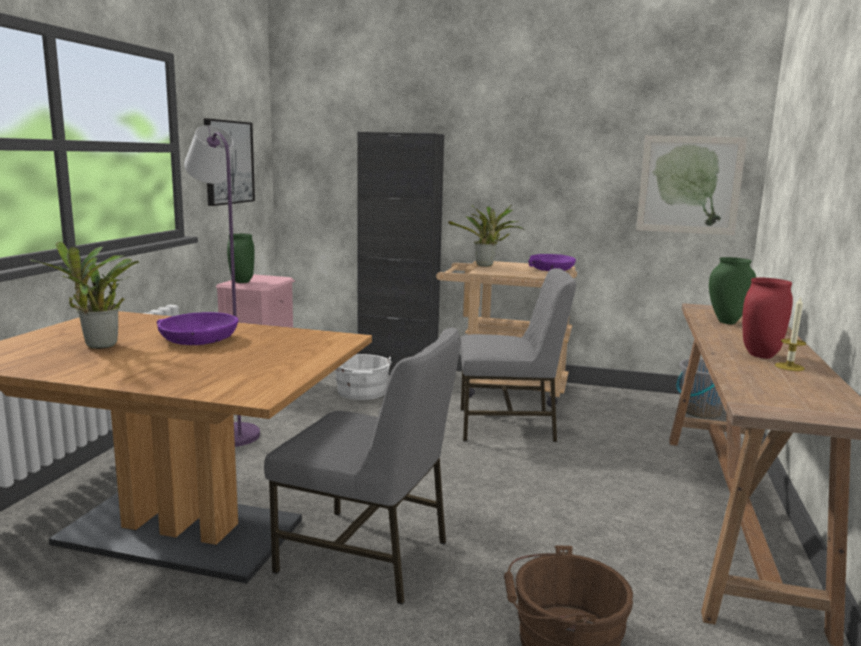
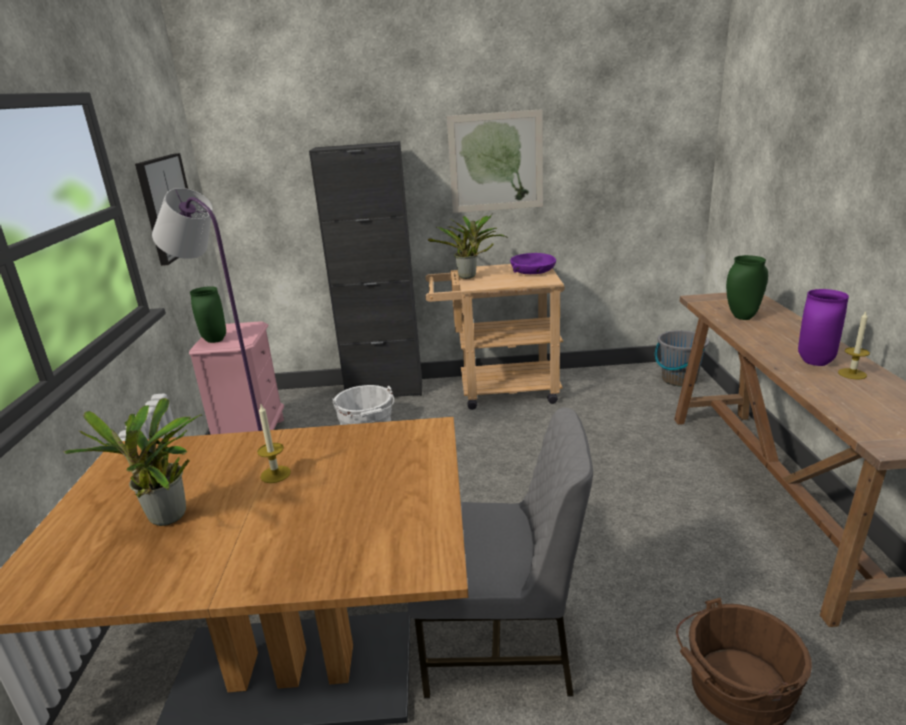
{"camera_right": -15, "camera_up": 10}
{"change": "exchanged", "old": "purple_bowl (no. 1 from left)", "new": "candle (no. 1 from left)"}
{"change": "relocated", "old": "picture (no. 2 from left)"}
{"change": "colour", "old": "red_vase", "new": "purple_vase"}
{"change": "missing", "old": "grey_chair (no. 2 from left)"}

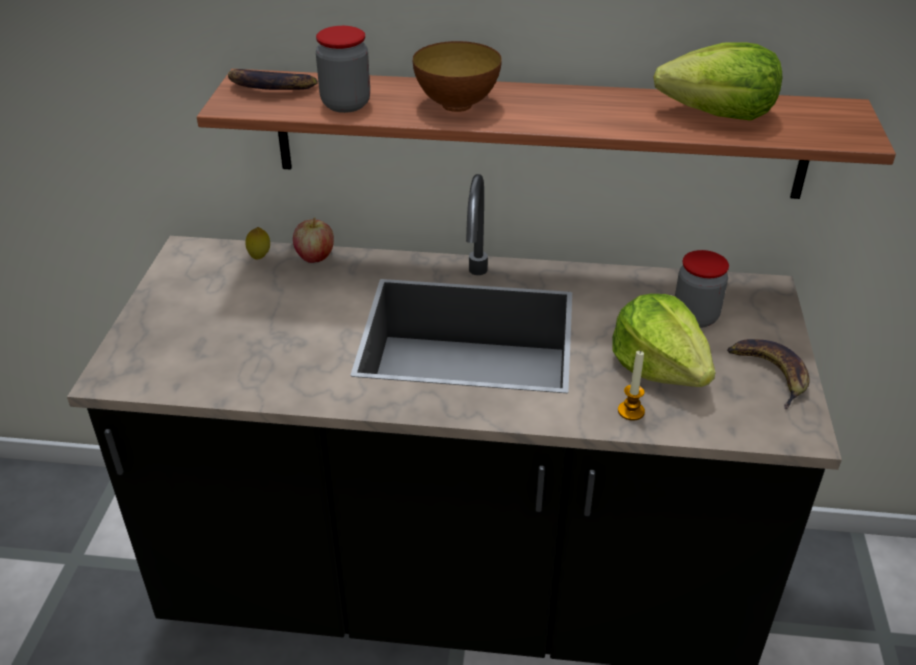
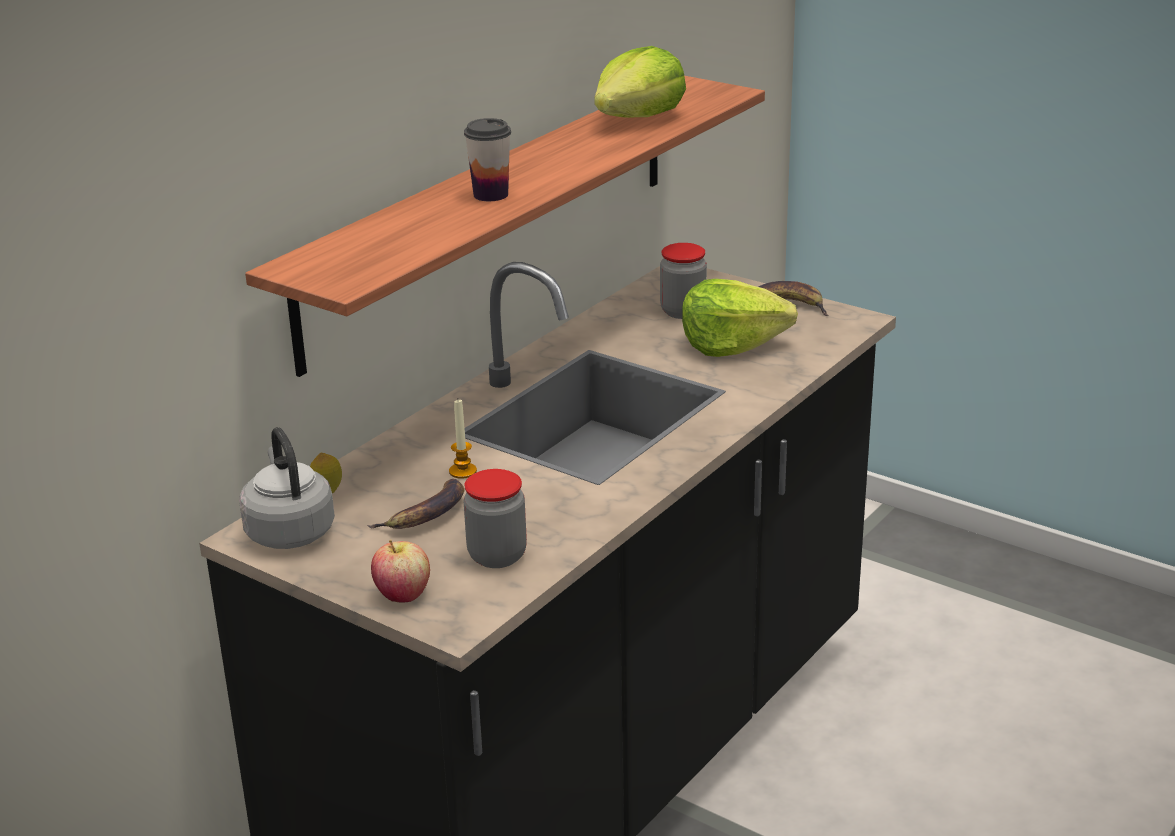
{"camera_right": -60, "camera_up": -10}
{"change": "appeared", "new": "grey_kettle"}
{"change": "relocated", "old": "banana (no. 1 from left)"}
{"change": "relocated", "old": "apple"}
{"change": "relocated", "old": "candle"}
{"change": "relocated", "old": "jar (no. 1 from left)"}
{"change": "exchanged", "old": "bowl", "new": "cup"}

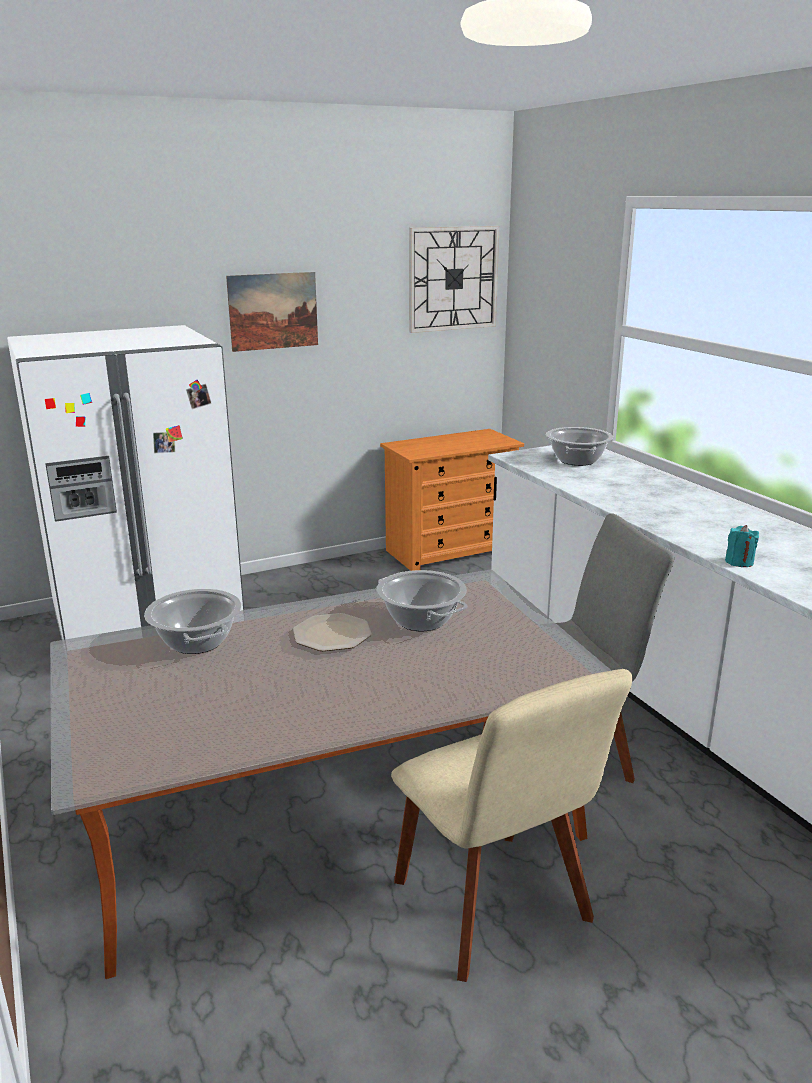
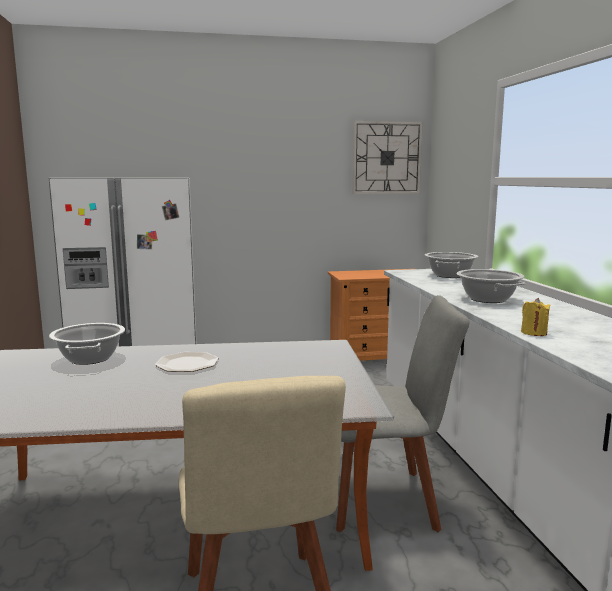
{"camera_right": 15, "camera_up": -10}
{"change": "relocated", "old": "cooking_pot (no. 2 from left in the first image)", "new": "cooking_pot (no. 3 from left)"}
{"change": "colour", "old": "turquoise_candle", "new": "yellow_candle"}
{"change": "missing", "old": "picture"}

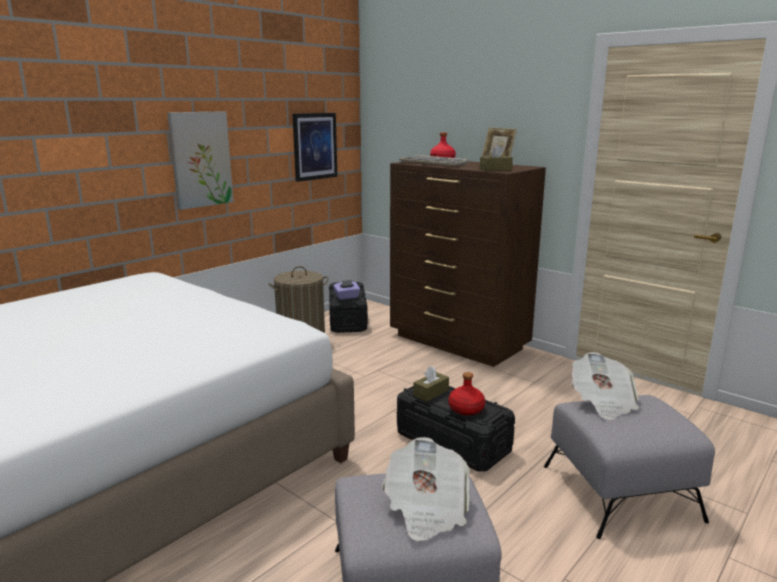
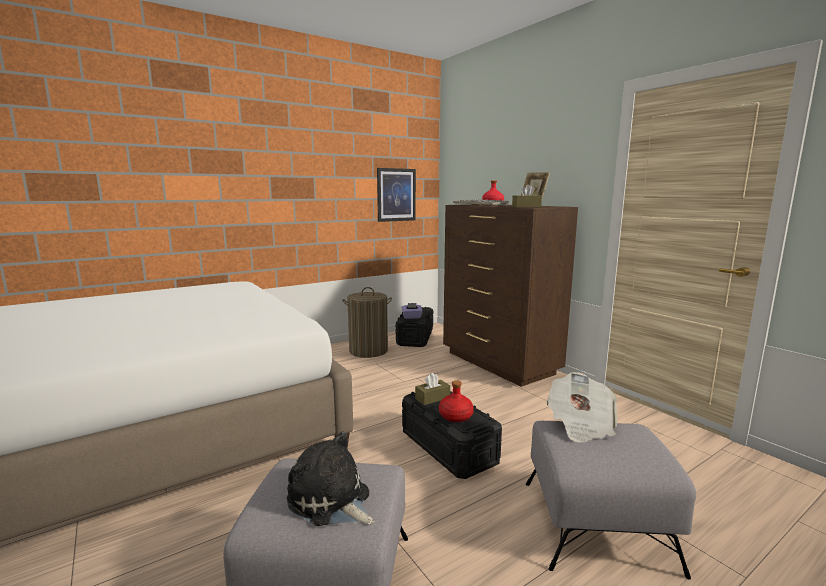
{"camera_right": 15, "camera_up": -5}
{"change": "exchanged", "old": "newspaper (no. 1 from left)", "new": "plush_toy"}
{"change": "missing", "old": "picture (no. 1 from left)"}

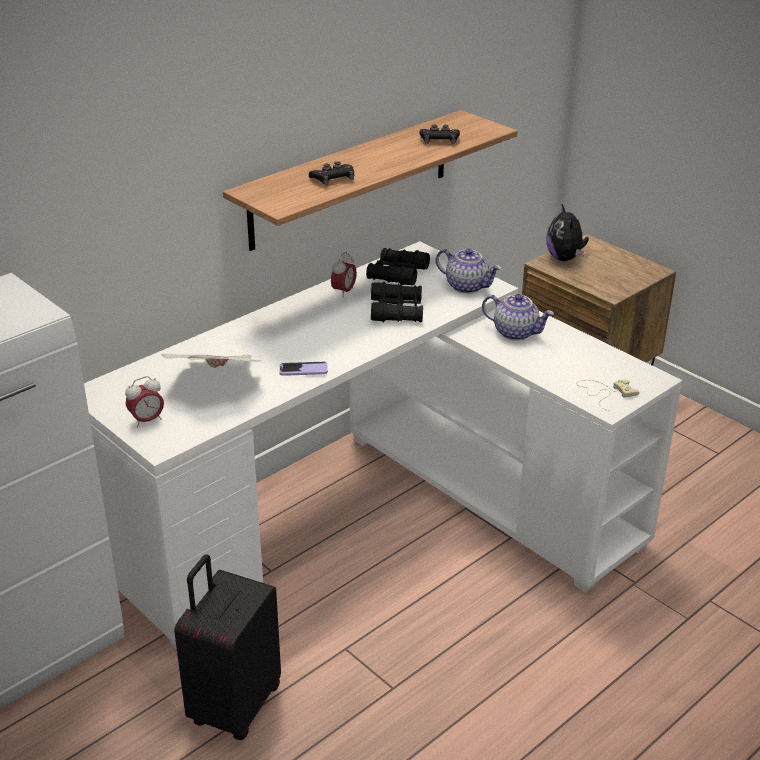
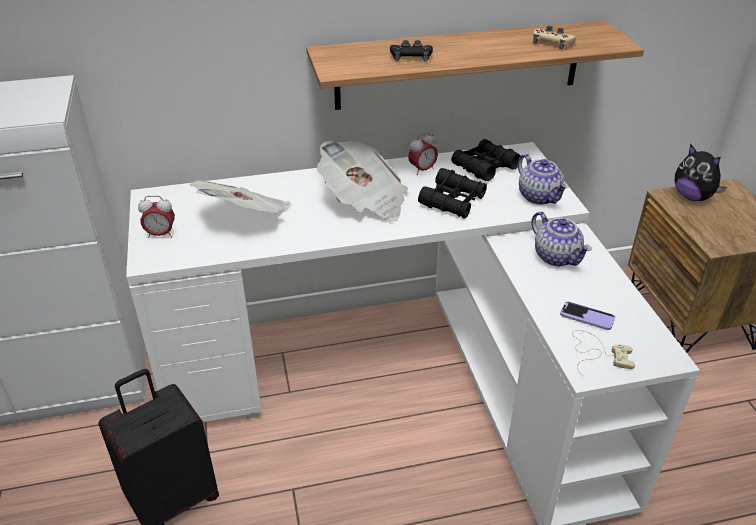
{"camera_right": 30, "camera_up": 5}
{"change": "appeared", "new": "newspaper (no. 2 from left)"}
{"change": "colour", "old": "black_game_controller (no. 2 from left)", "new": "beige_game_controller (no. 1 from left)"}
{"change": "relocated", "old": "phone"}
{"change": "spun", "old": "plush_toy", "degrees": -60}

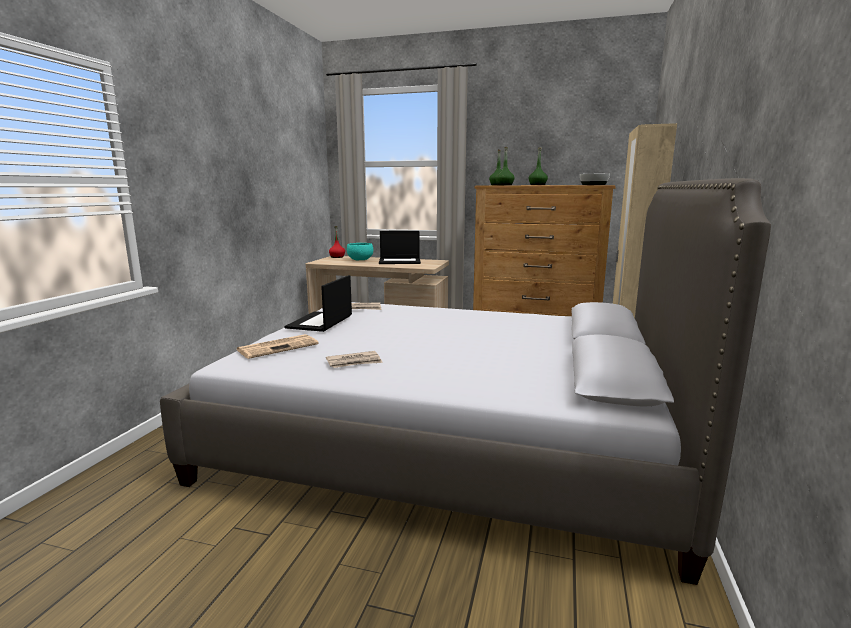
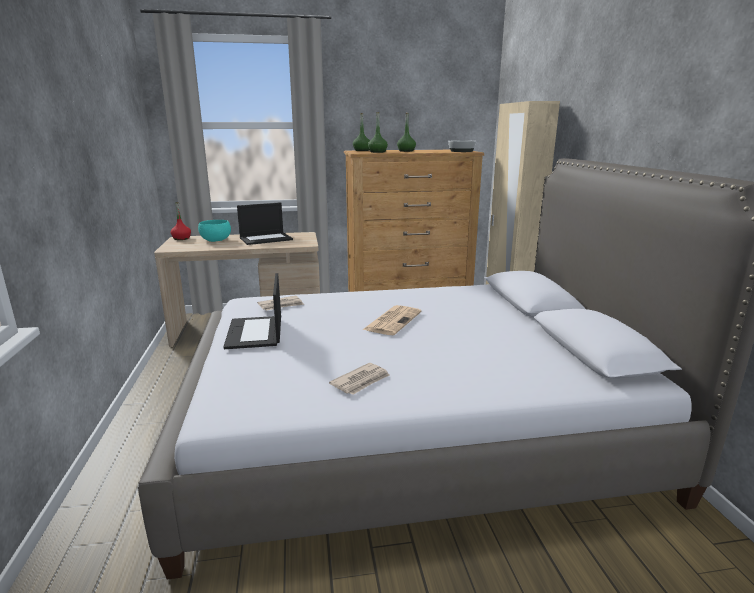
{"camera_right": -25, "camera_up": 5}
{"change": "relocated", "old": "newspaper (no. 1 from left in the first image)", "new": "newspaper (no. 3 from left)"}

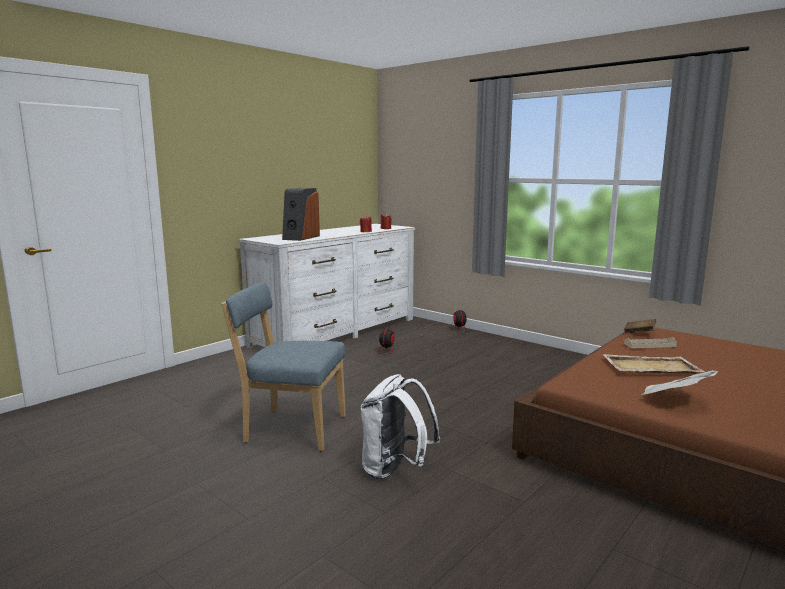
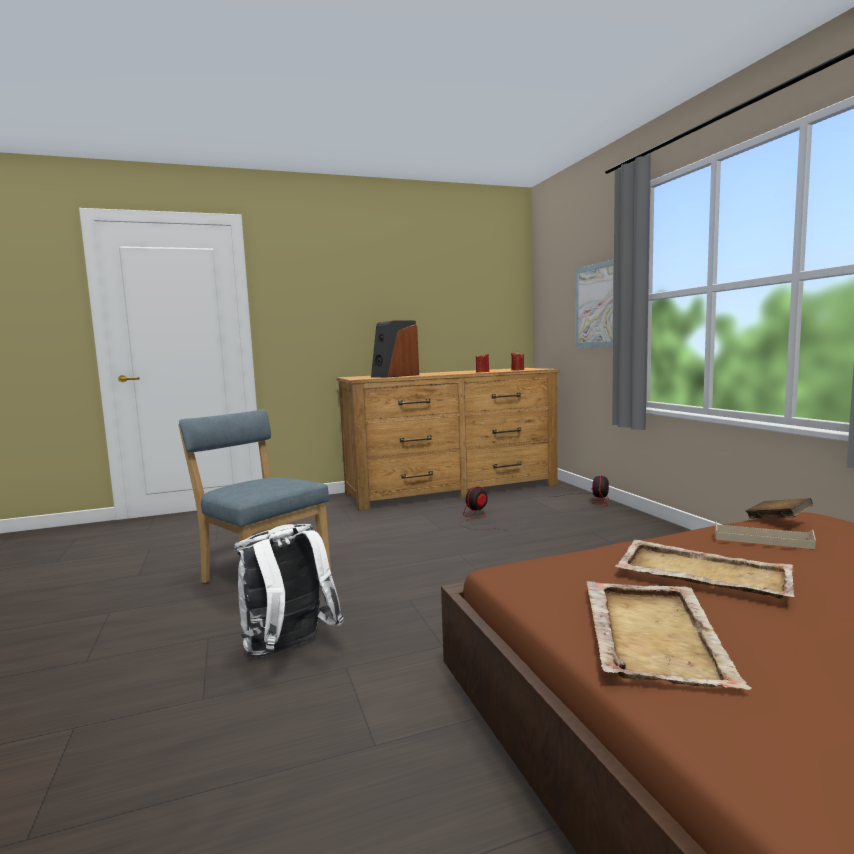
{"camera_right": 30, "camera_up": -5}
{"change": "colour", "old": "white_dresser", "new": "brown_dresser"}
{"change": "appeared", "new": "picture"}
{"change": "exchanged", "old": "newspaper", "new": "beige_tray (no. 1 from left)"}

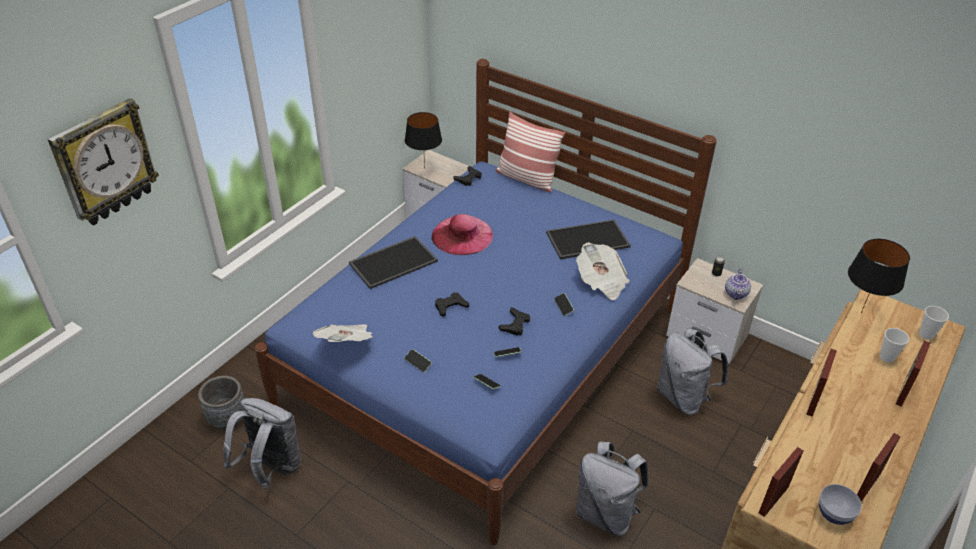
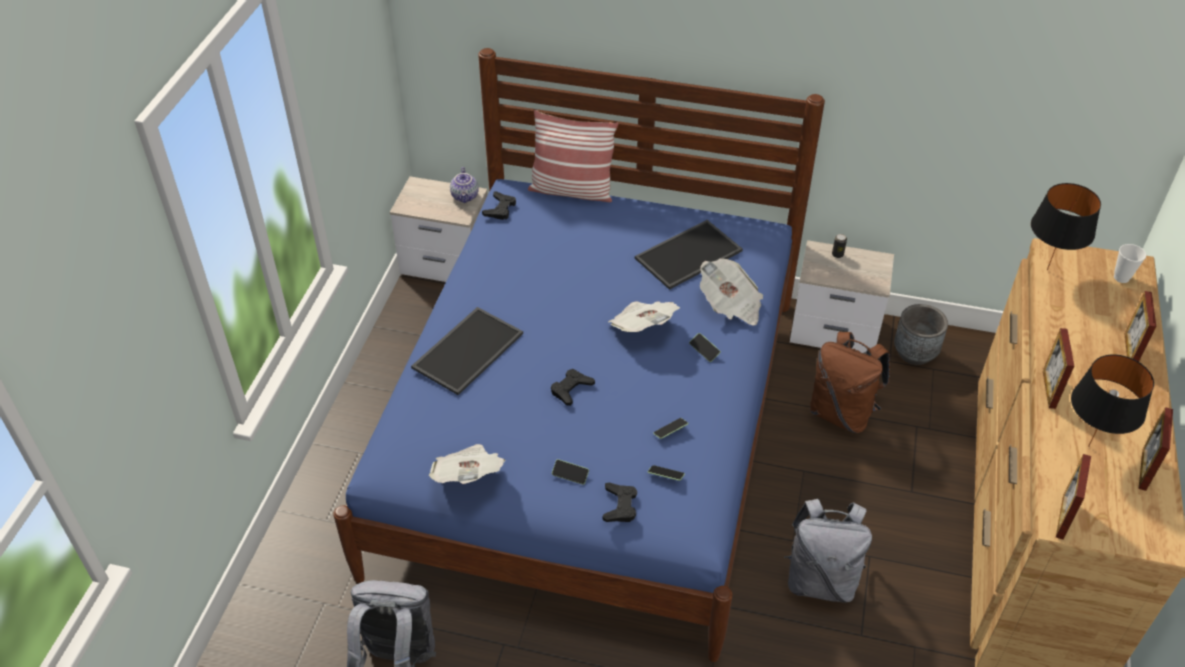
{"camera_right": -20, "camera_up": 5}
{"change": "relocated", "old": "teapot"}
{"change": "relocated", "old": "black_game_controller (no. 3 from left)"}
{"change": "appeared", "new": "newspaper (no. 2 from left)"}
{"change": "colour", "old": "grey_backpack (no. 3 from left)", "new": "brown_backpack"}
{"change": "relocated", "old": "grey_planter"}
{"change": "relocated", "old": "black_table_lamp (no. 1 from left in the first image)", "new": "black_table_lamp (no. 2 from left)"}
{"change": "missing", "old": "wall_clock"}
{"change": "missing", "old": "pink_hat"}
{"change": "missing", "old": "bowl"}
{"change": "missing", "old": "cup (no. 1 from left)"}

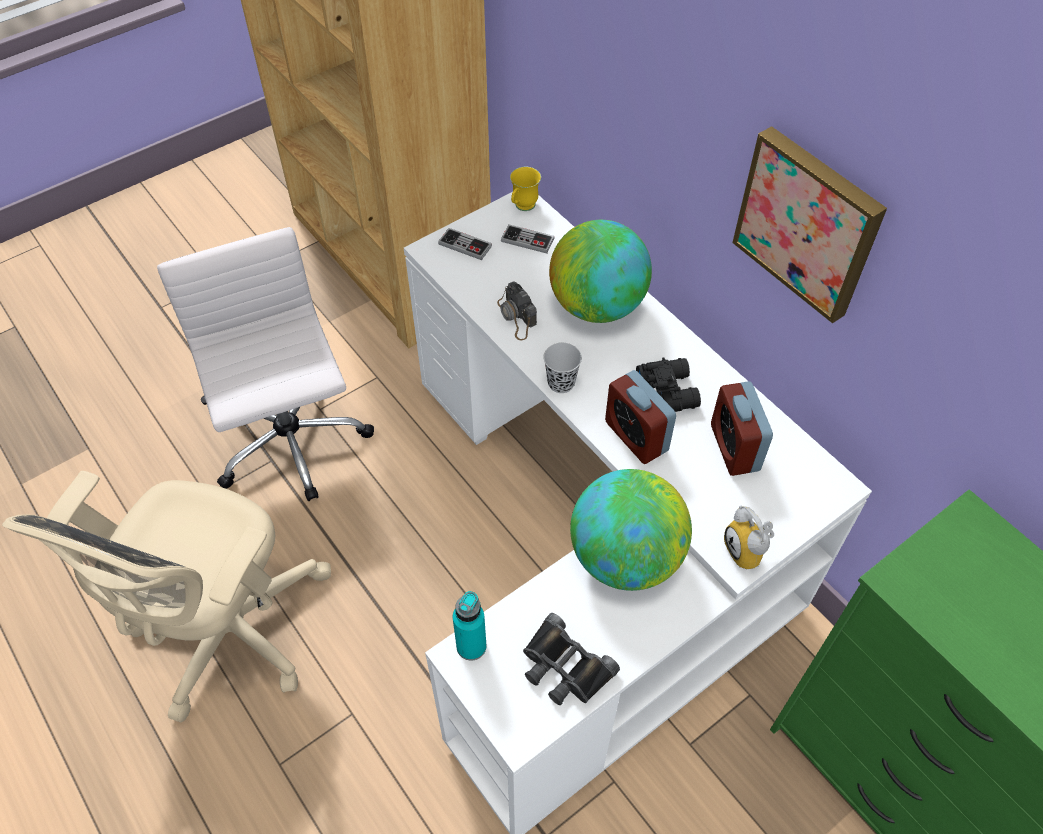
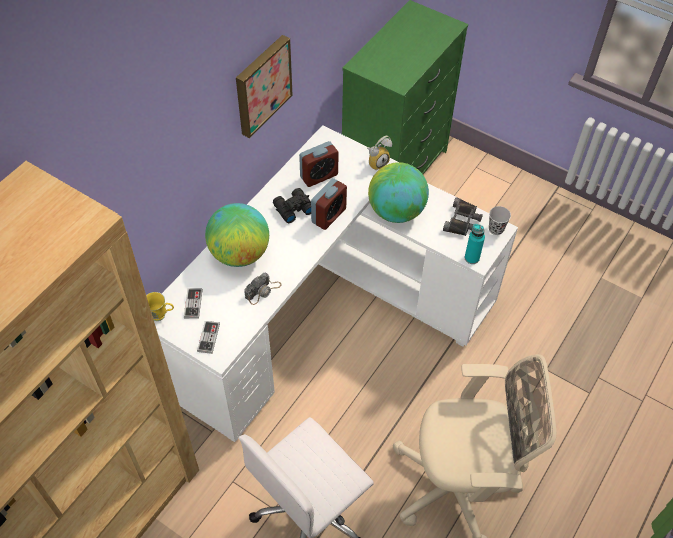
{"camera_right": -110, "camera_up": 0}
{"change": "relocated", "old": "black_cup"}

